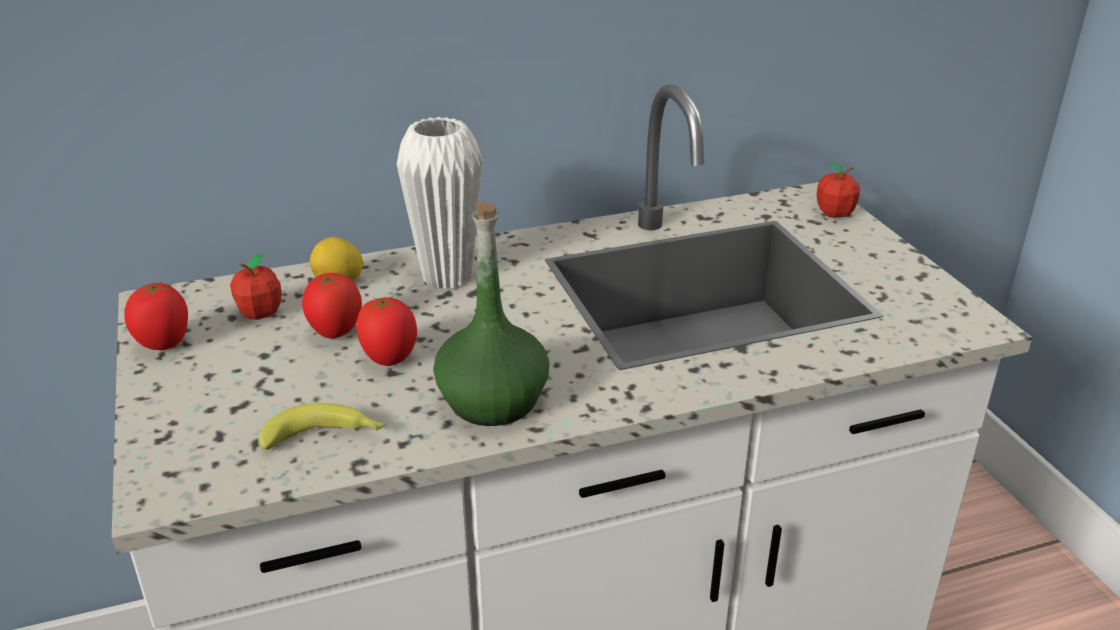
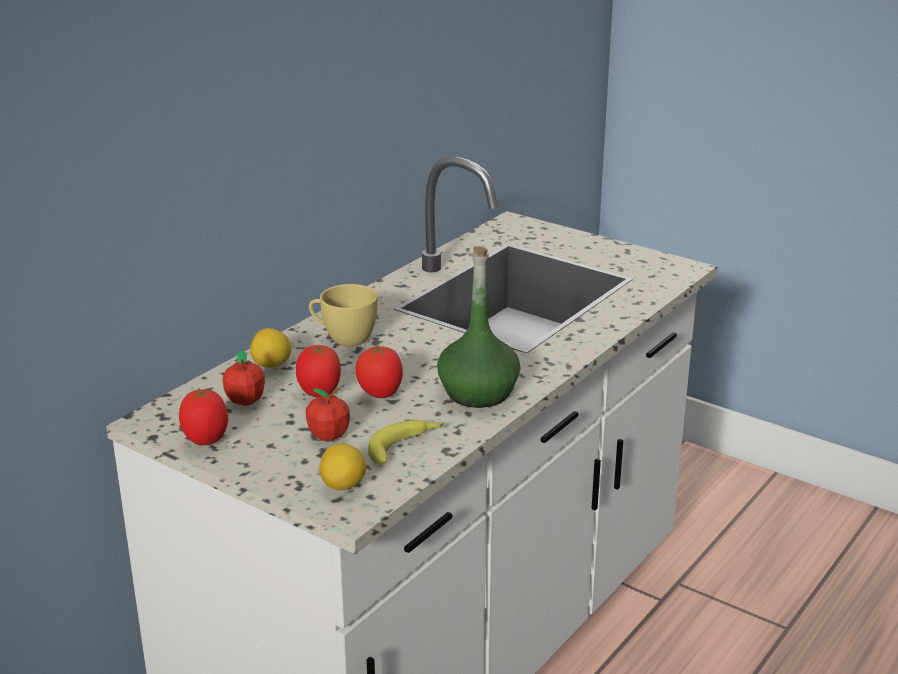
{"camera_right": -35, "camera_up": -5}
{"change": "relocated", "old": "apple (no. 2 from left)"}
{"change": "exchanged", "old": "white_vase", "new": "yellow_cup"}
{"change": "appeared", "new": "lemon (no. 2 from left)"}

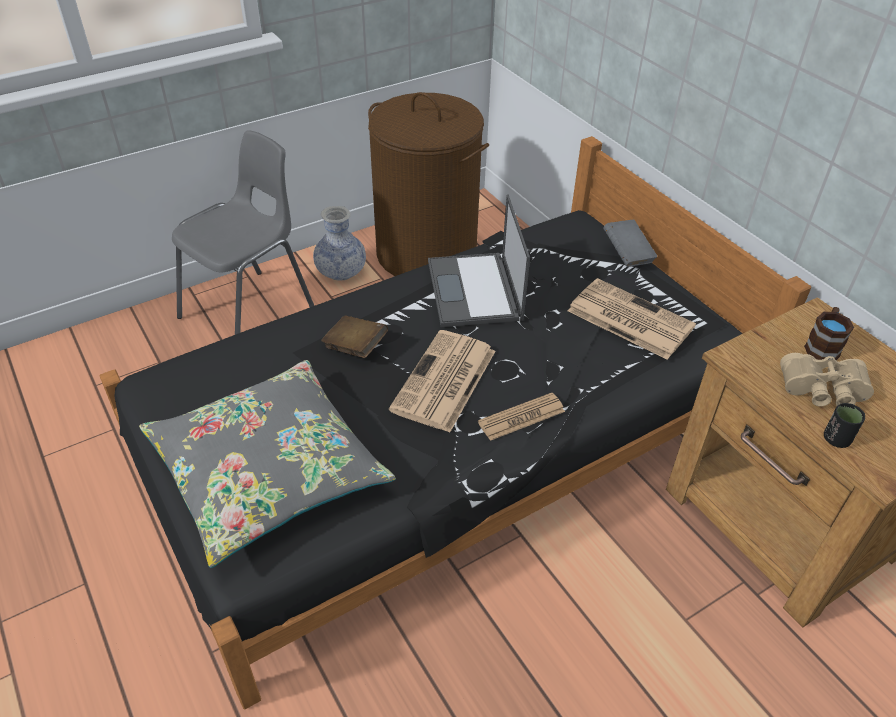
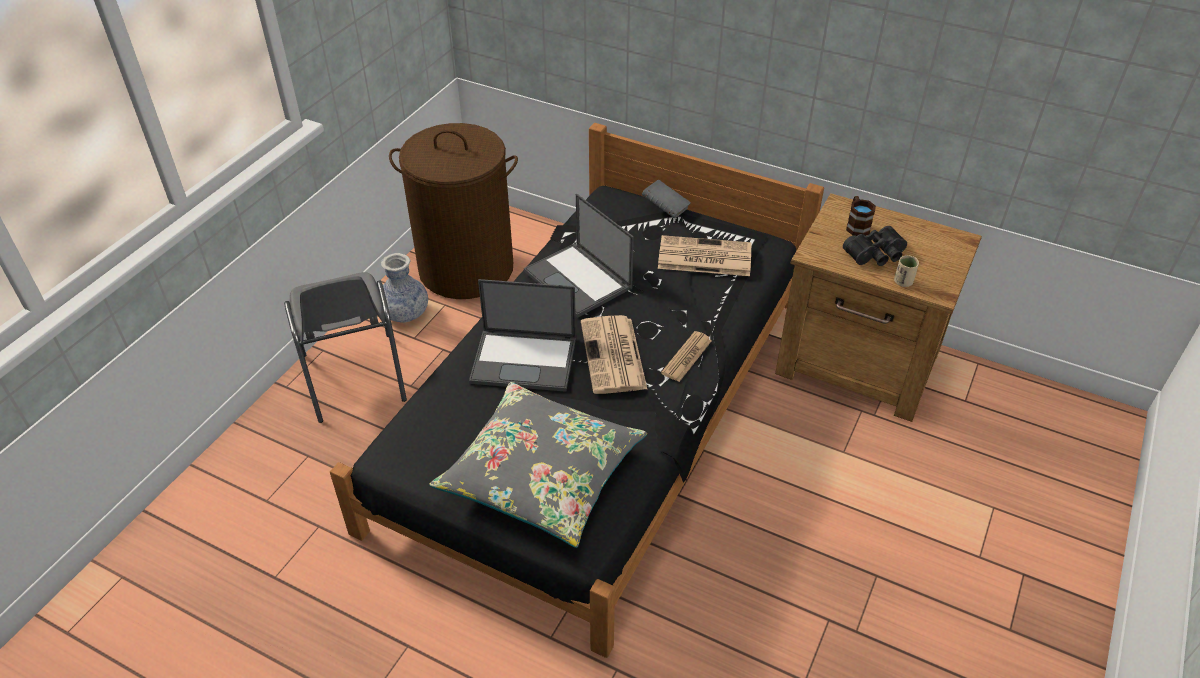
{"camera_right": -30, "camera_up": 0}
{"change": "spun", "old": "grey_chair", "degrees": 150}
{"change": "exchanged", "old": "brown_book", "new": "laptop (no. 1 from left)"}
{"change": "colour", "old": "beige_binoculars", "new": "black_binoculars"}
{"change": "colour", "old": "black_cup", "new": "beige_cup"}

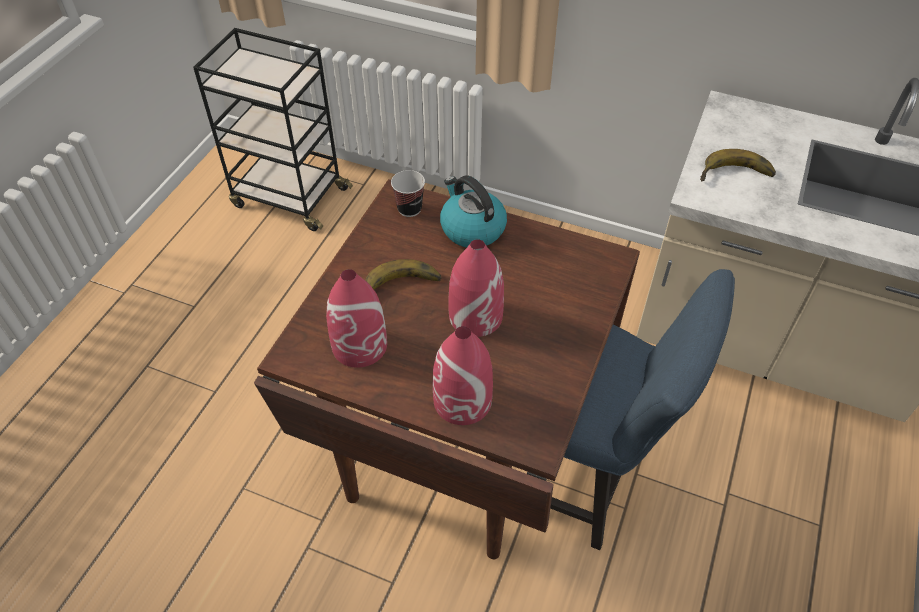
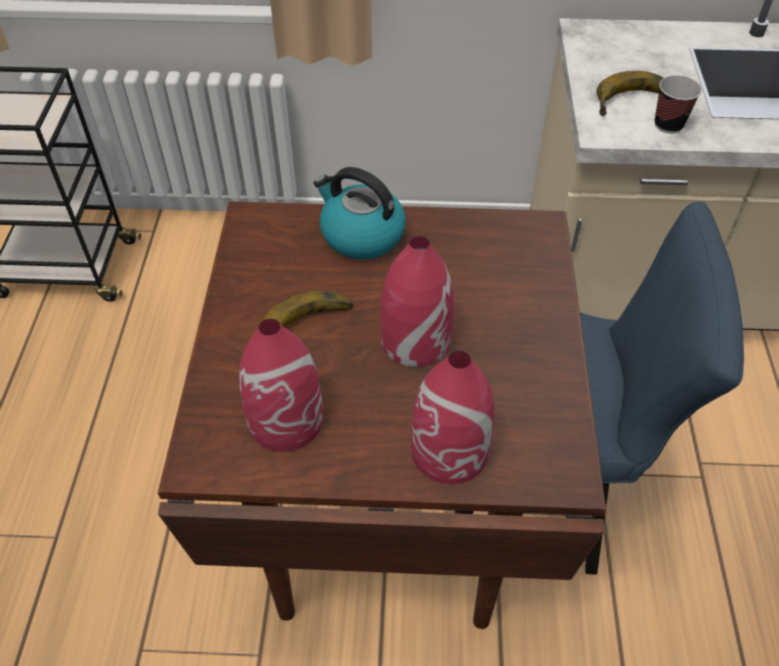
{"camera_right": -20, "camera_up": 0}
{"change": "relocated", "old": "cup"}

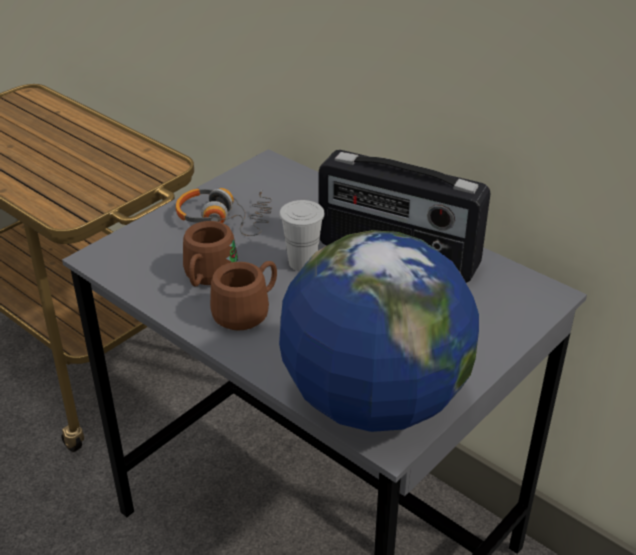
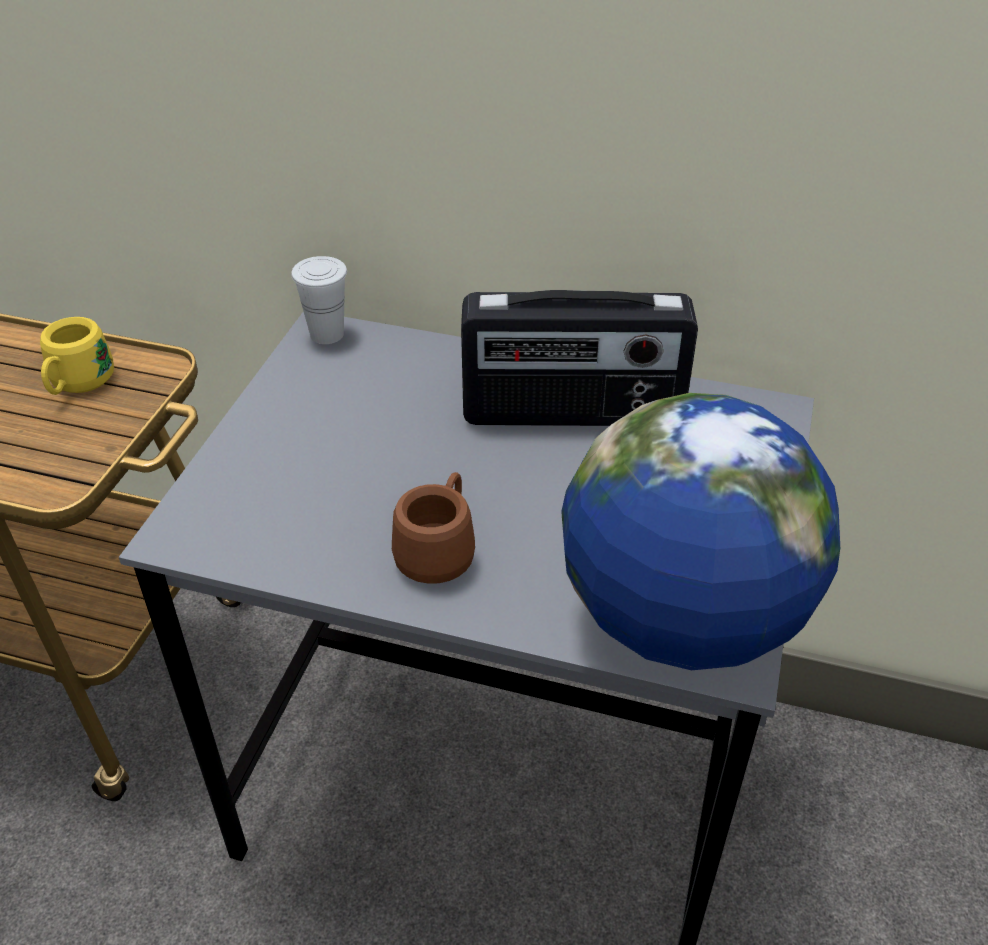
{"camera_right": -25, "camera_up": 5}
{"change": "appeared", "new": "yellow_mug"}
{"change": "relocated", "old": "white_cup"}
{"change": "missing", "old": "headphones"}
{"change": "missing", "old": "brown_mug (no. 1 from left)"}

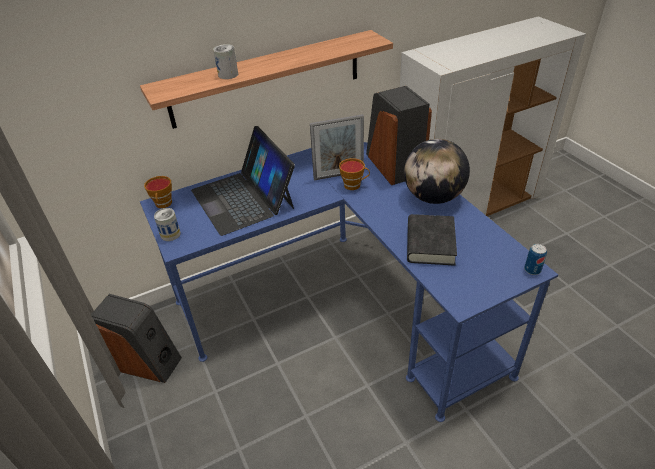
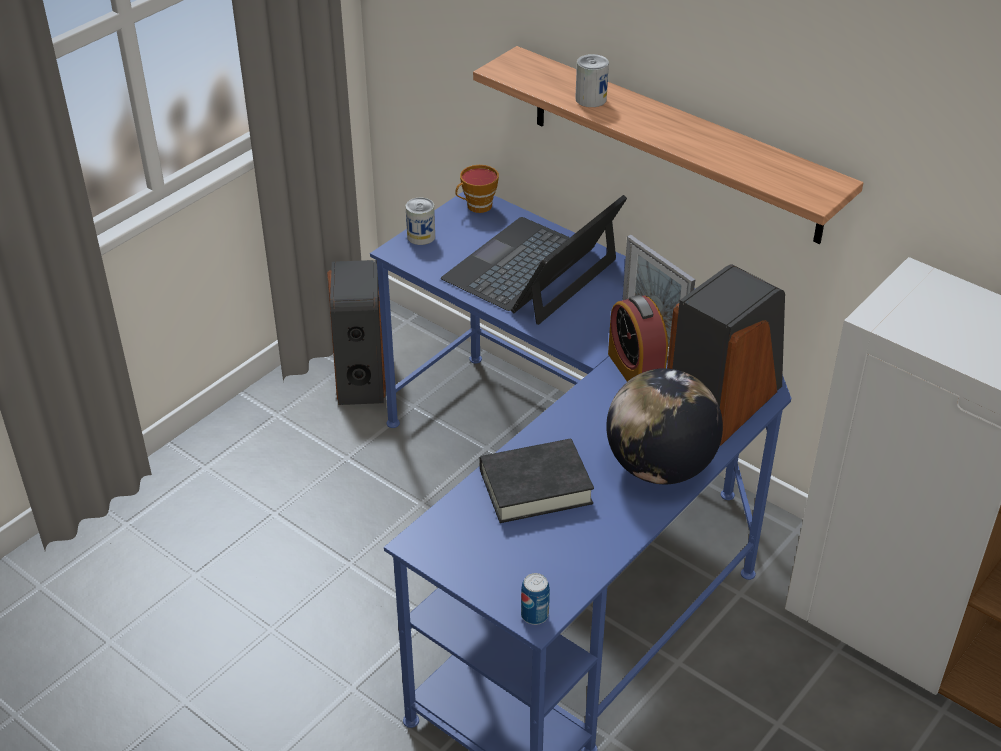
{"camera_right": 65, "camera_up": 0}
{"change": "exchanged", "old": "cup (no. 2 from left)", "new": "alarm_clock"}

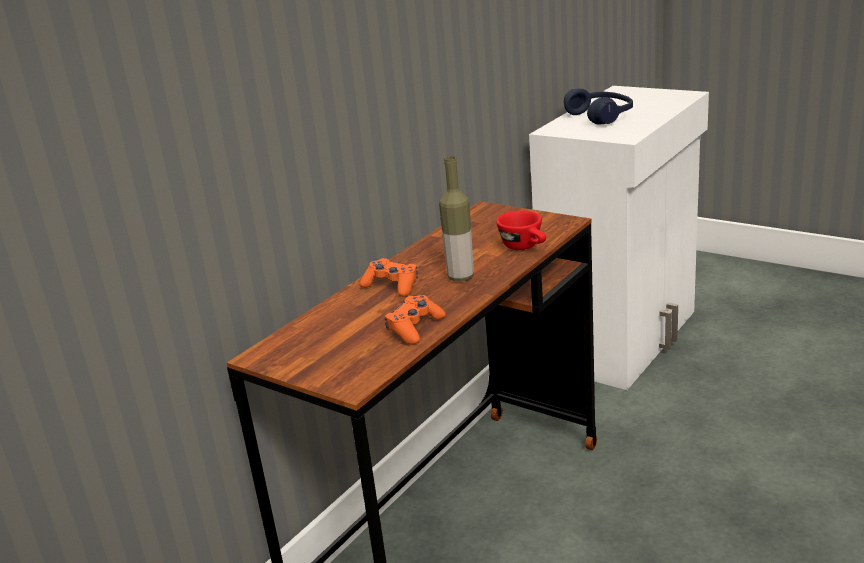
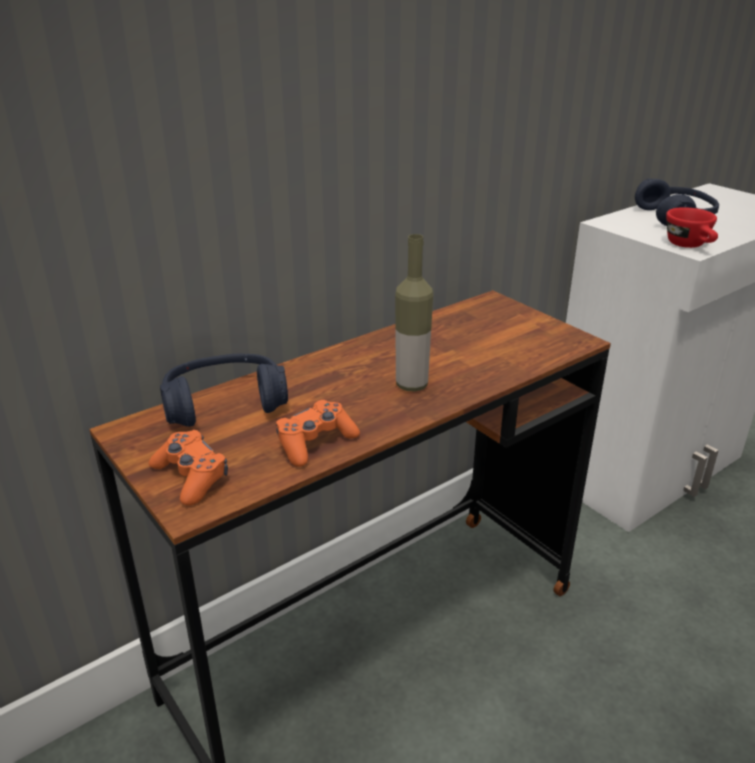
{"camera_right": 15, "camera_up": 5}
{"change": "relocated", "old": "orange_game_controller (no. 1 from left)"}
{"change": "appeared", "new": "blue_headphones (no. 1 from left)"}
{"change": "relocated", "old": "red_cup"}

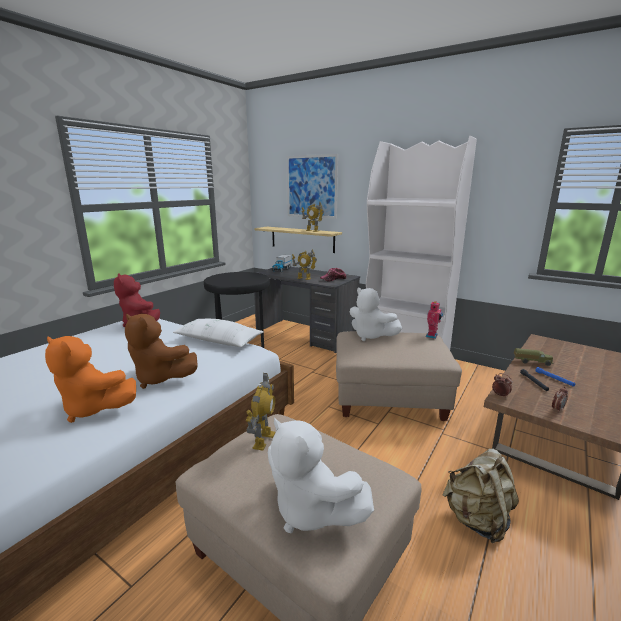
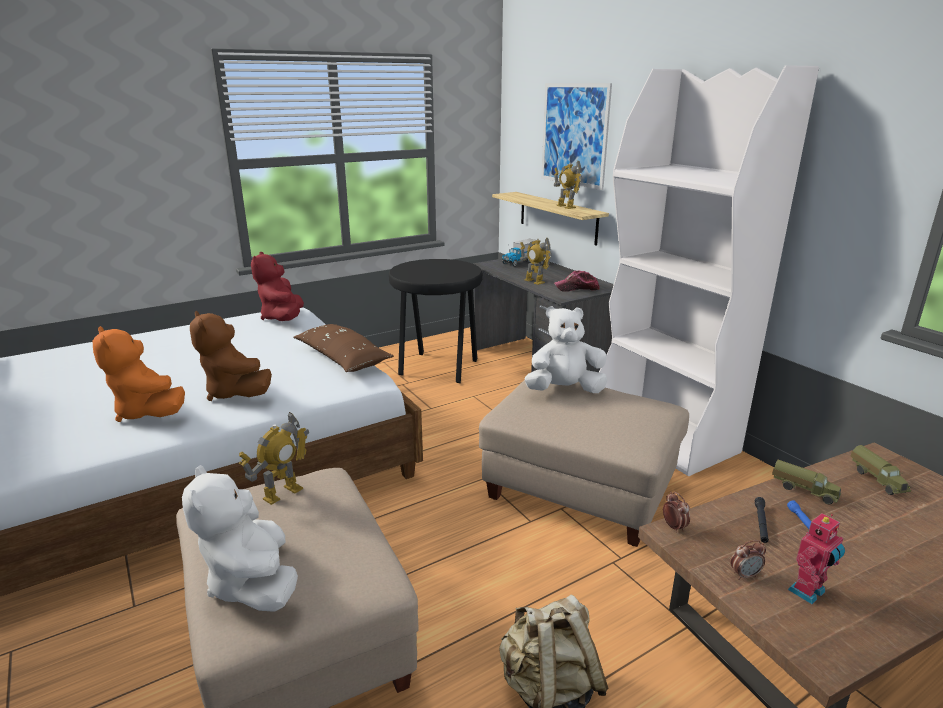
{"camera_right": 25, "camera_up": 5}
{"change": "colour", "old": "white_pillow", "new": "brown_pillow"}
{"change": "spun", "old": "white_plush_toy (no. 2 from left)", "degrees": 105}
{"change": "relocated", "old": "toy_robot (no. 4 from left)"}
{"change": "appeared", "new": "toy_truck (no. 3 from left)"}

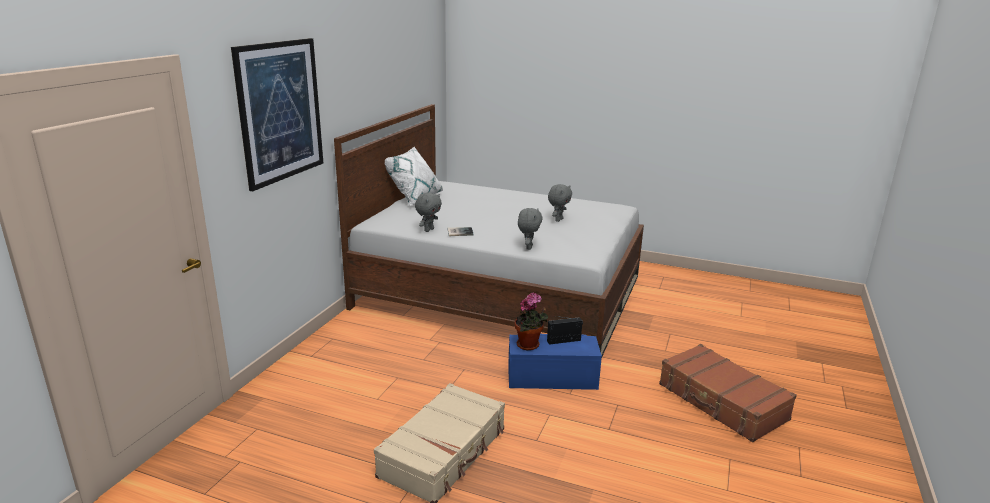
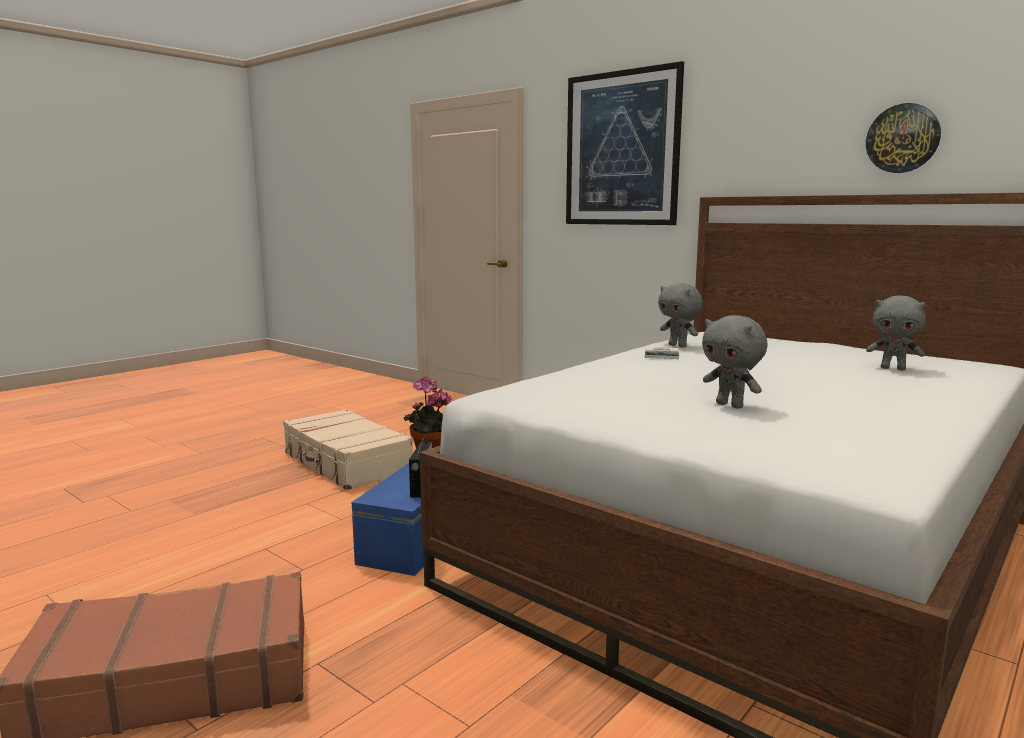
{"camera_right": 110, "camera_up": -10}
{"change": "appeared", "new": "wall_clock"}
{"change": "relocated", "old": "grey_plush_toy (no. 2 from left in the first image)", "new": "grey_plush_toy (no. 3 from left)"}
{"change": "missing", "old": "white_pillow"}

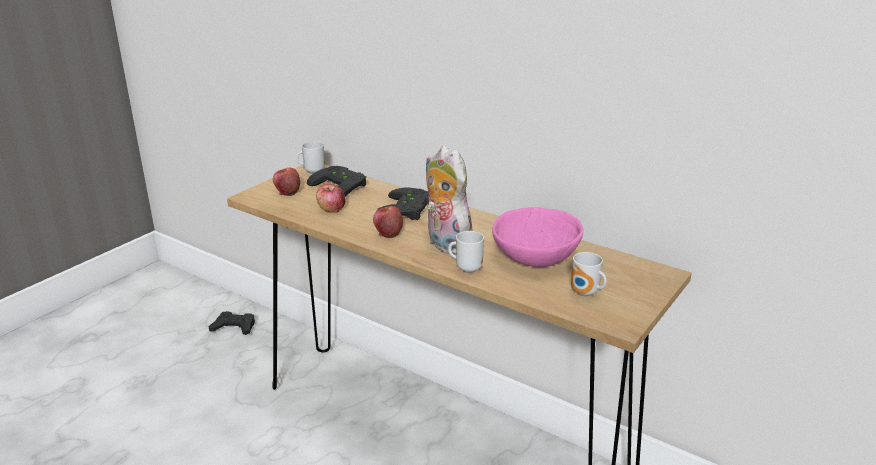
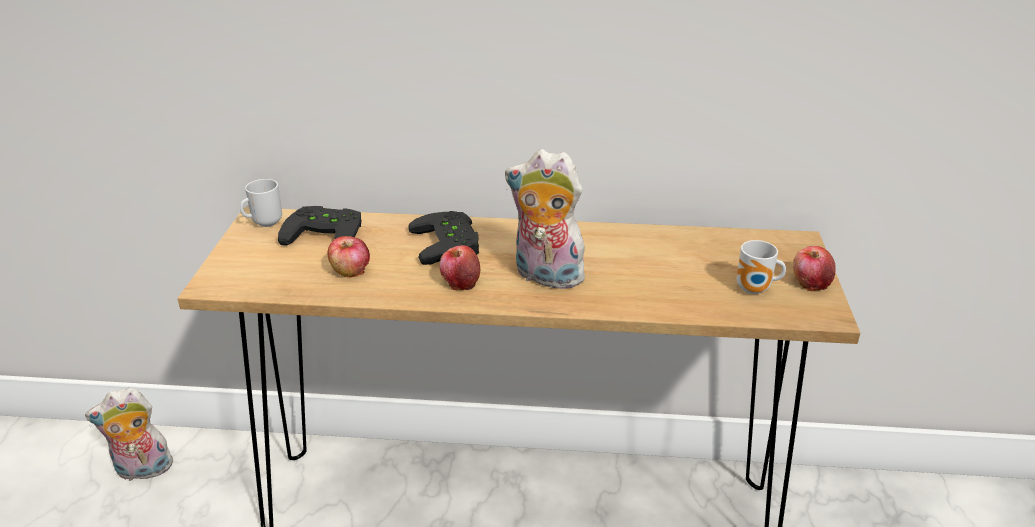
{"camera_right": -30, "camera_up": 5}
{"change": "exchanged", "old": "black_game_controller (no. 1 from left)", "new": "plush_toy (no. 1 from left)"}
{"change": "relocated", "old": "apple (no. 1 from left in the first image)", "new": "apple (no. 3 from left)"}
{"change": "missing", "old": "mug (no. 2 from left)"}
{"change": "missing", "old": "pink_bowl"}

